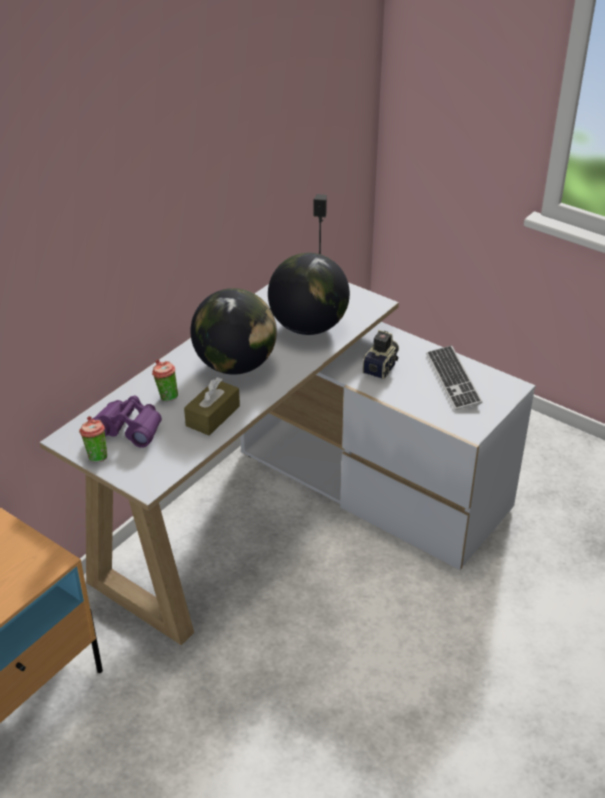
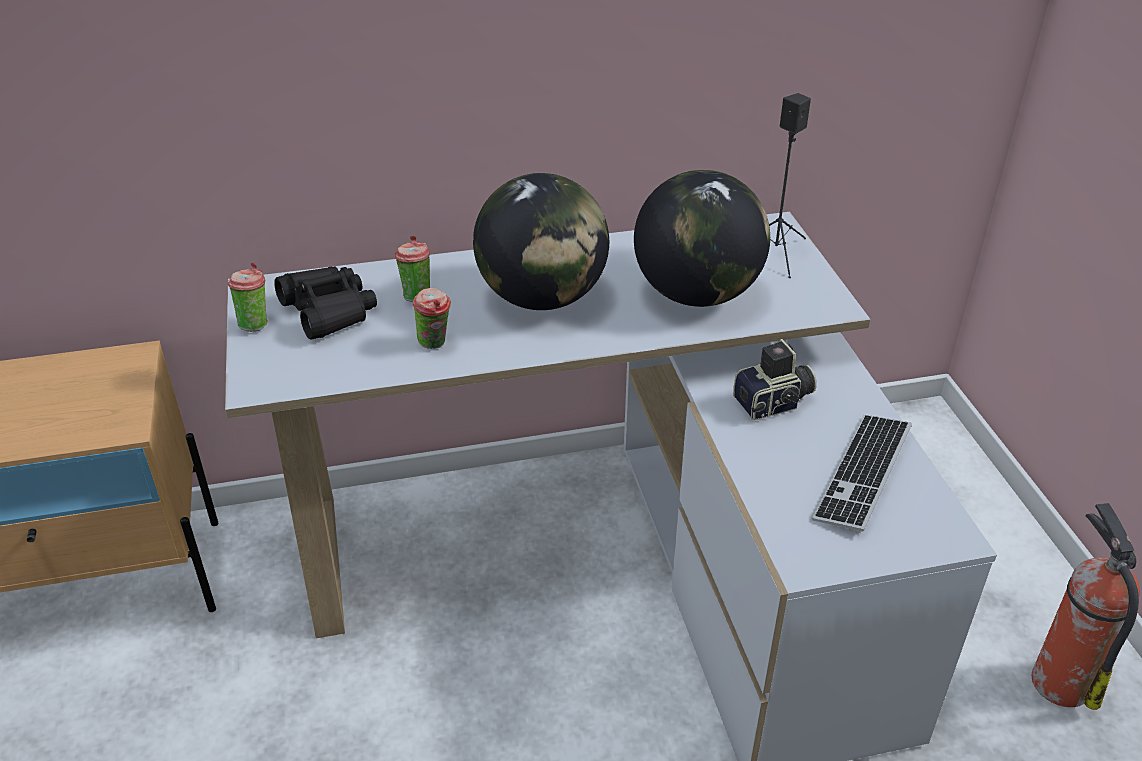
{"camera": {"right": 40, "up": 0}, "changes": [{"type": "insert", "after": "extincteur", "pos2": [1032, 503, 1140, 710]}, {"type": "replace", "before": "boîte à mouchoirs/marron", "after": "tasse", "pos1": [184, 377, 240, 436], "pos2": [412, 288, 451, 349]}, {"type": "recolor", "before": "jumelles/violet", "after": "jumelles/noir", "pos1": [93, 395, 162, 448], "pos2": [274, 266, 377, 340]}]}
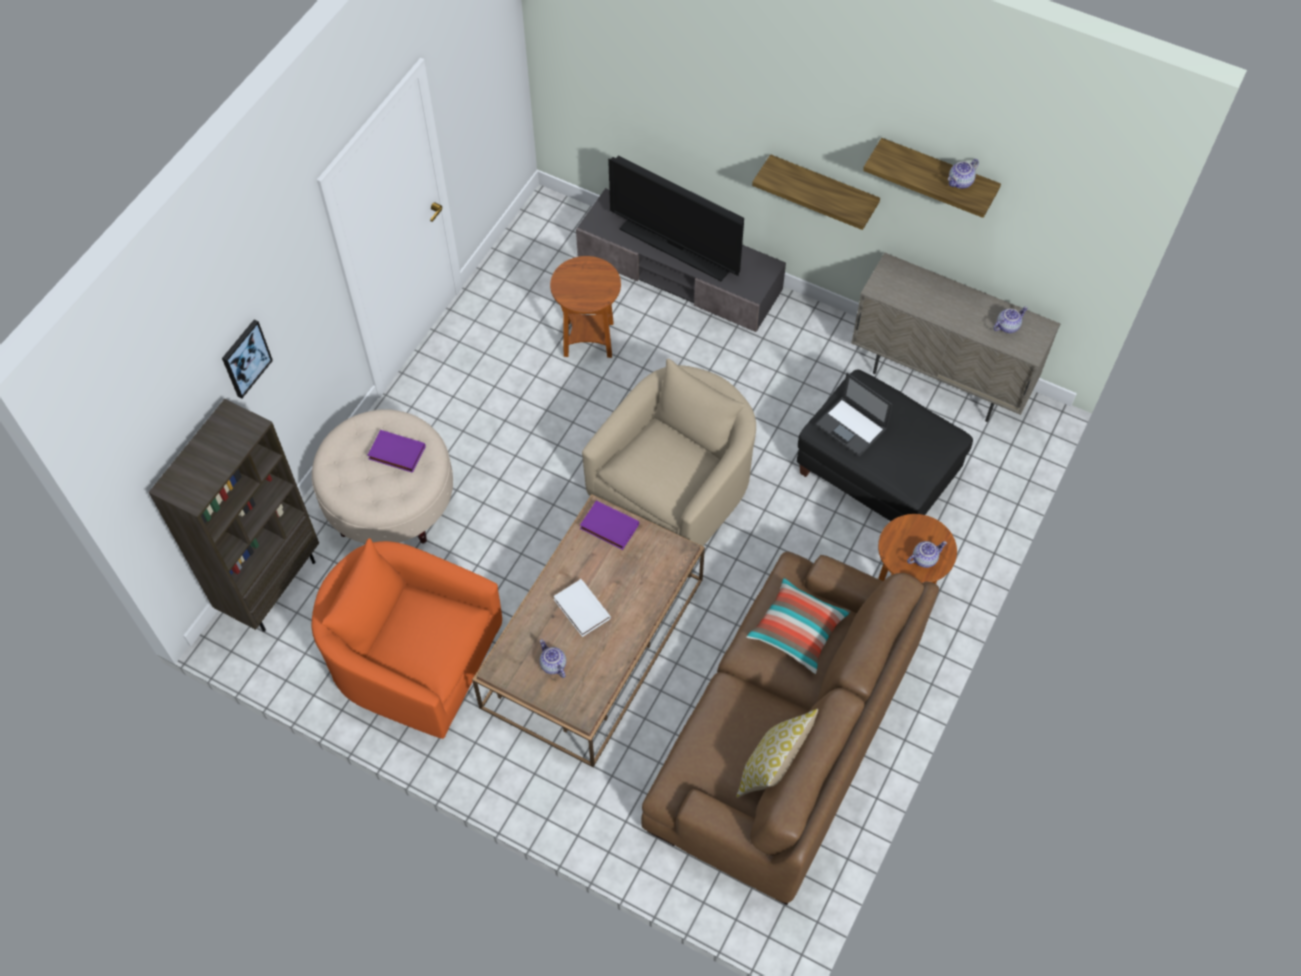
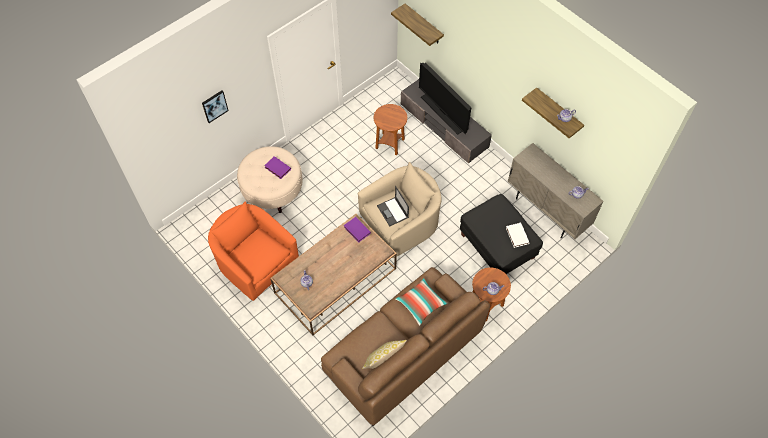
{"camera": {"right": 20, "up": 0}, "changes": [{"type": "delete", "before": "bibliothèque/marron", "pos1": [149, 399, 319, 632]}, {"type": "move", "before": "livre/blanc", "pos1": [554, 579, 611, 637], "pos2": [506, 222, 529, 248]}, {"type": "move", "before": "étagère", "pos1": [752, 154, 880, 230], "pos2": [391, 4, 444, 46]}, {"type": "move", "before": "ordinateur portable", "pos1": [815, 372, 892, 457], "pos2": [377, 186, 409, 227]}]}
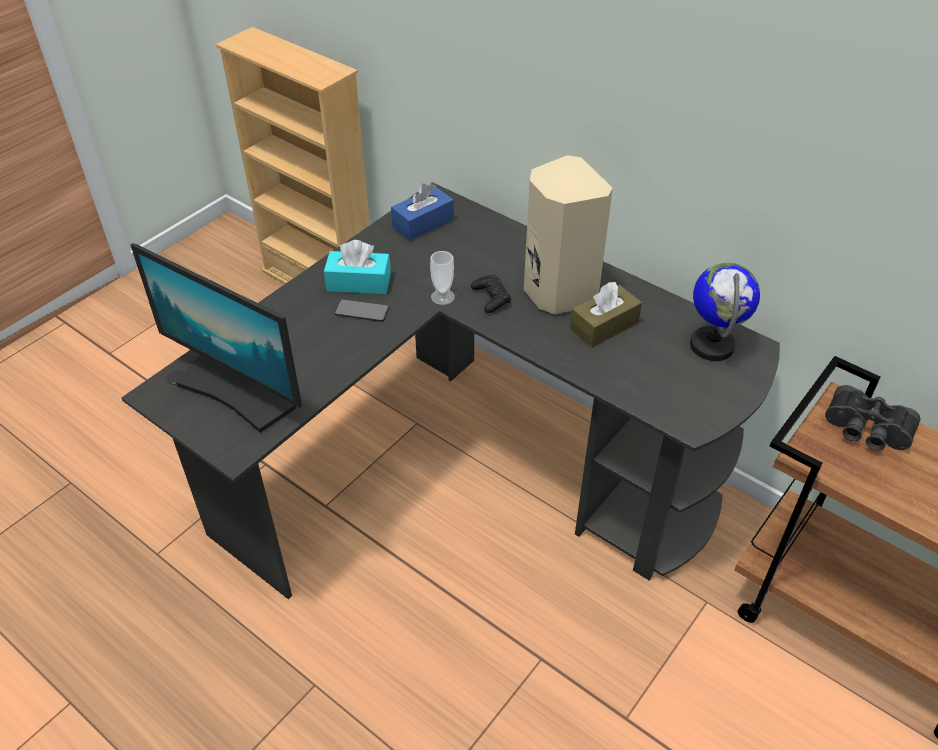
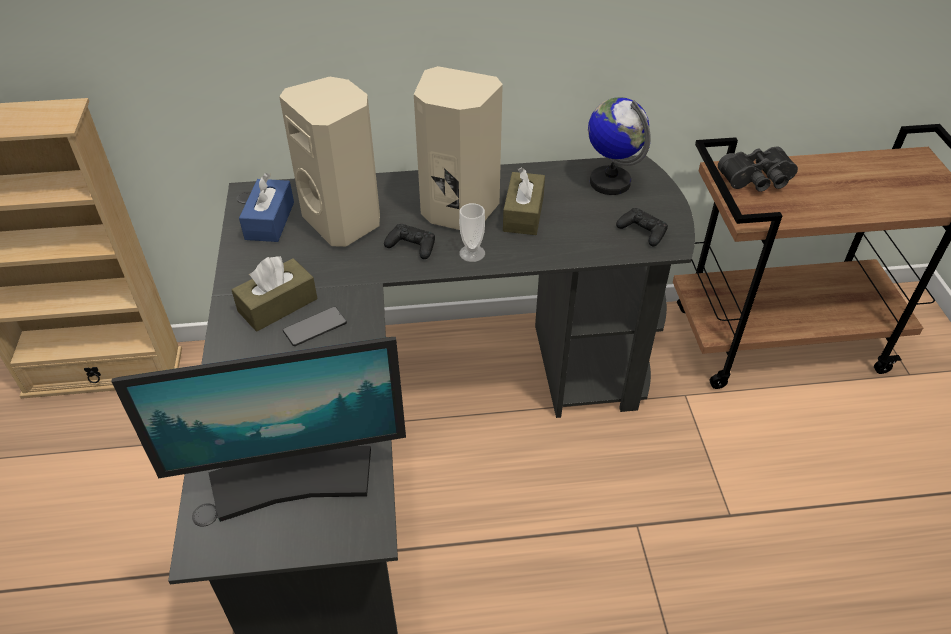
{"camera": {"right": -45, "up": 0}, "changes": [{"type": "insert", "after": "enceinte/beige", "pos2": [279, 77, 380, 247]}, {"type": "insert", "after": "manette/noir", "pos2": [616, 208, 668, 246]}, {"type": "move", "before": "tasse", "pos1": [430, 251, 455, 305], "pos2": [459, 203, 485, 262]}, {"type": "recolor", "before": "boîte à mouchoirs/turquoise", "after": "boîte à mouchoirs/marron", "pos1": [324, 240, 391, 294], "pos2": [232, 256, 317, 331]}]}
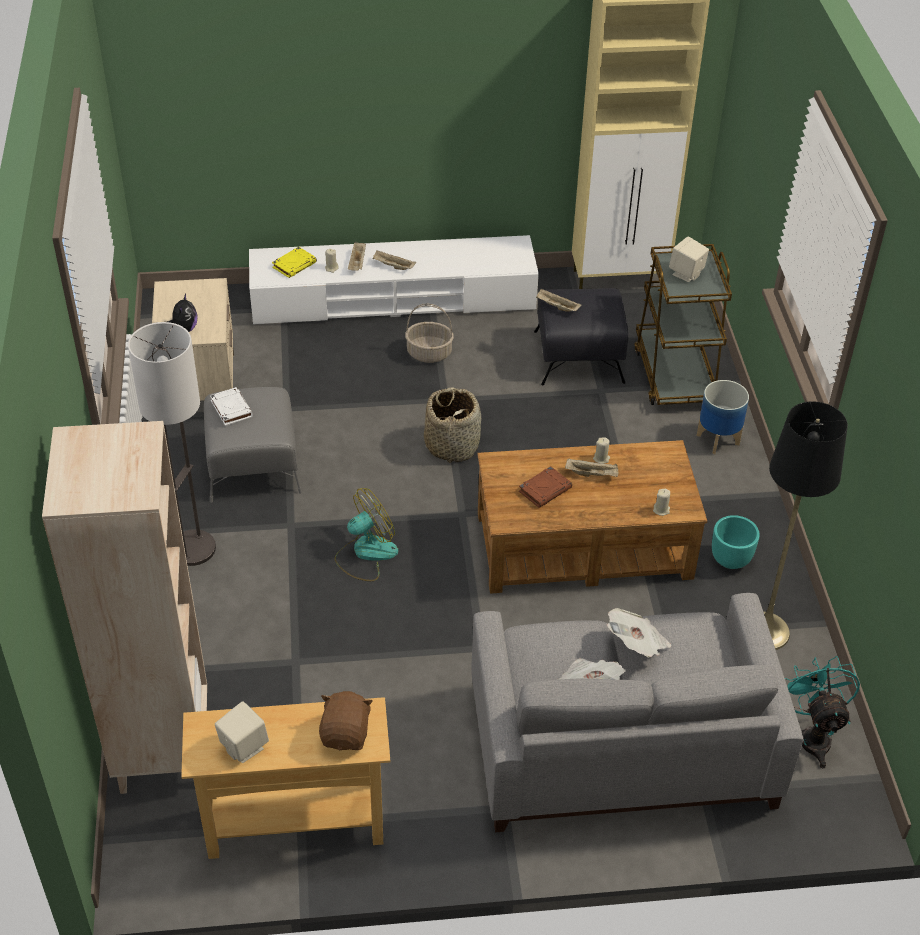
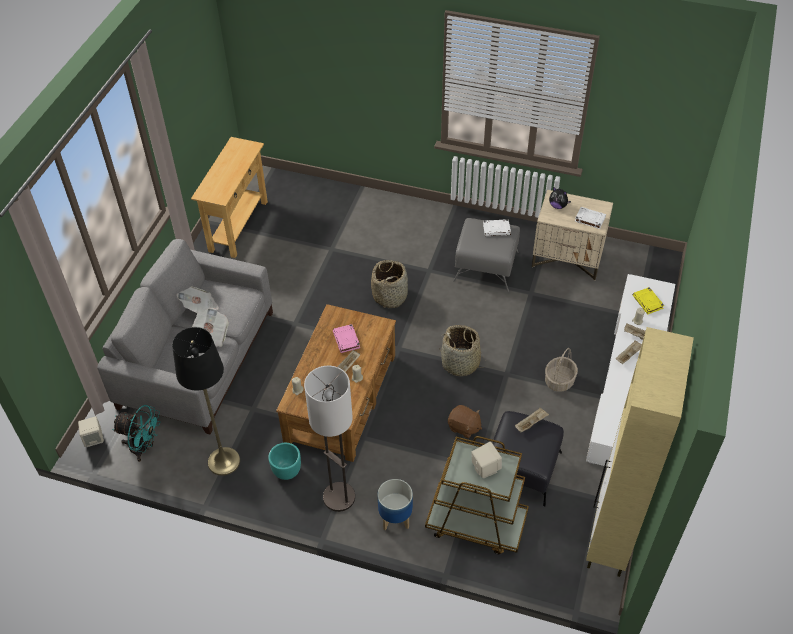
{"camera": {"right": 115, "up": 5}, "changes": [{"type": "delete", "before": "bibliothèque/beige", "pos1": [42, 421, 207, 794]}, {"type": "insert", "after": "livre/blanc", "pos2": [575, 207, 606, 229]}, {"type": "move", "before": "lampadaire", "pos1": [128, 322, 216, 566], "pos2": [304, 366, 355, 512]}, {"type": "move", "before": "enceinte/beige", "pos1": [215, 701, 269, 763], "pos2": [78, 416, 104, 447]}, {"type": "move", "before": "peluche/marron", "pos1": [319, 691, 373, 750], "pos2": [448, 405, 482, 438]}, {"type": "replace", "before": "ventilateur", "after": "panier", "pos1": [335, 488, 398, 581], "pos2": [371, 260, 408, 308]}, {"type": "recolor", "before": "livre/marron", "after": "livre/rose", "pos1": [519, 466, 572, 508], "pos2": [333, 324, 360, 353]}]}
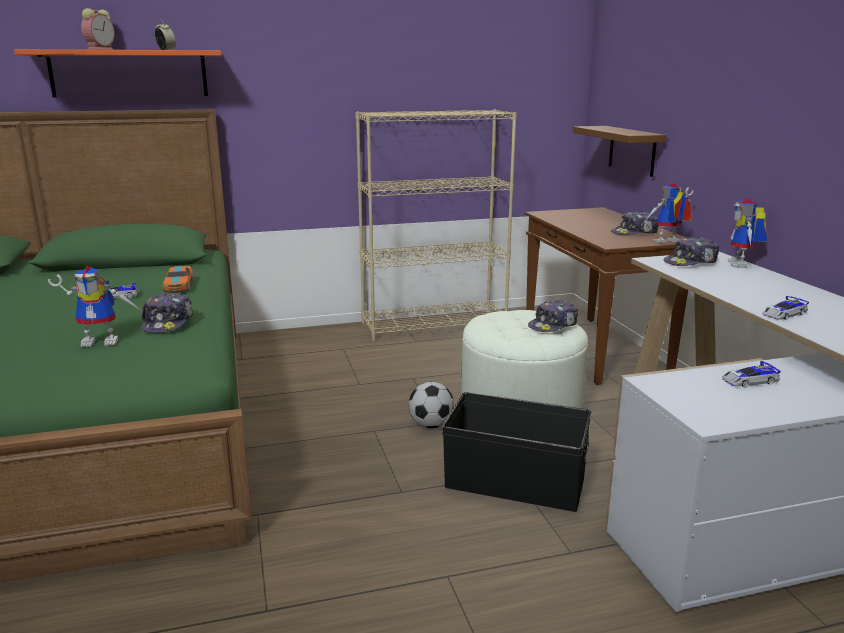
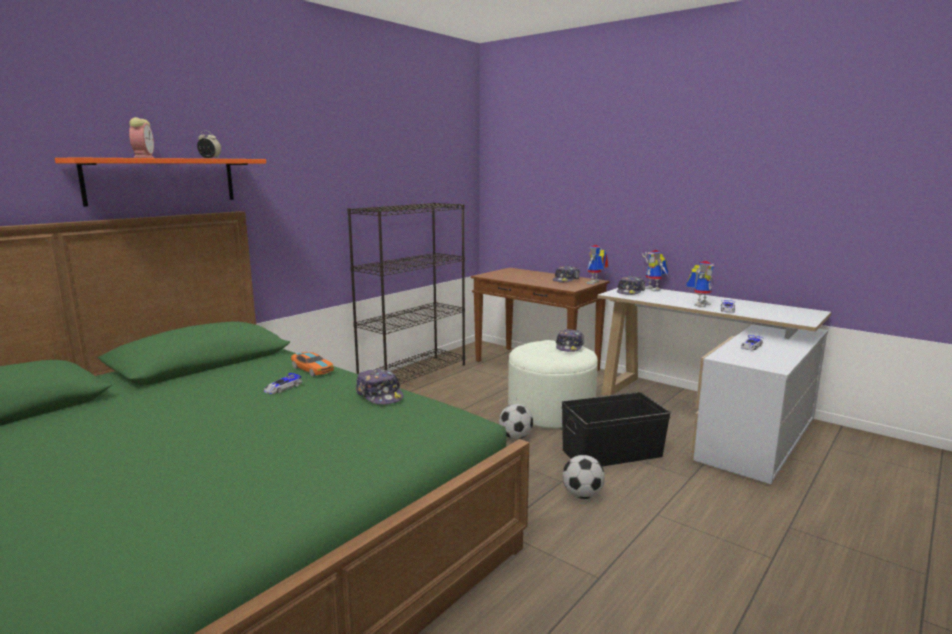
{"camera": {"right": -35, "up": -5}, "changes": [{"type": "delete", "before": "étagère/marron", "pos1": [573, 126, 667, 177]}, {"type": "insert", "after": "ballon de foot", "pos2": [562, 455, 605, 499]}, {"type": "move", "before": "robot jouet", "pos1": [48, 266, 140, 347], "pos2": [686, 261, 714, 307]}, {"type": "recolor", "before": "bibliothèque/beige", "after": "bibliothèque/noir", "pos1": [355, 109, 517, 342], "pos2": [347, 202, 465, 384]}]}
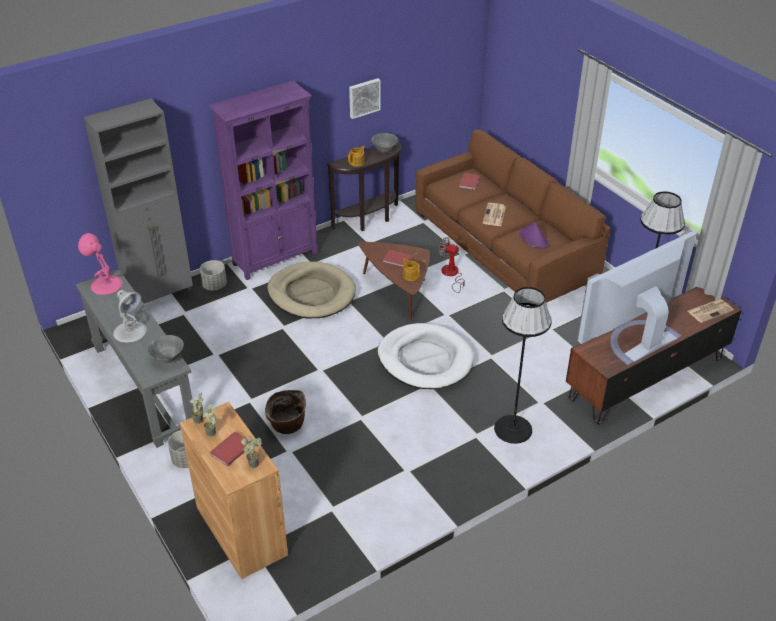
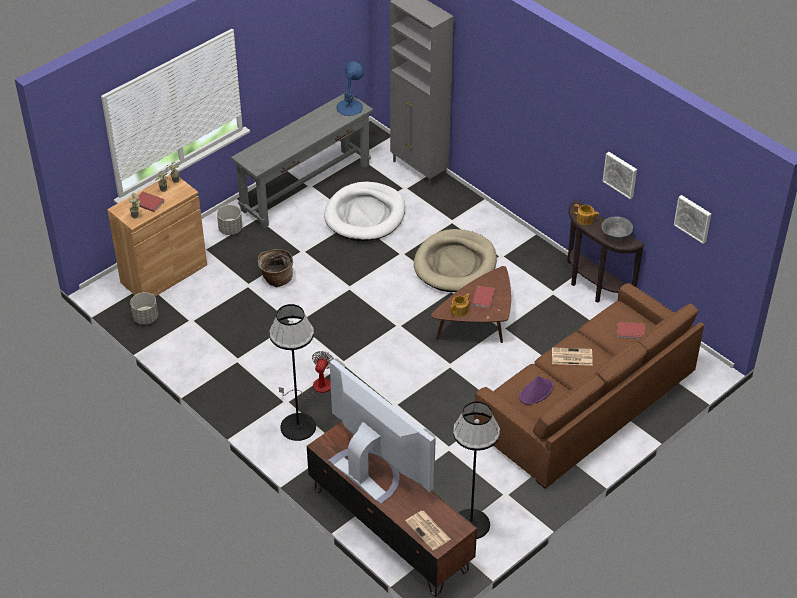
{"camera": {"right": 80, "up": 5}, "changes": [{"type": "delete", "before": "lampe de table/blanc", "pos1": [113, 290, 147, 343]}, {"type": "delete", "before": "bol/gris", "pos1": [147, 335, 184, 363]}, {"type": "delete", "before": "bibliothèque/violet", "pos1": [209, 81, 318, 280]}, {"type": "insert", "after": "tableau", "pos2": [674, 195, 711, 244]}, {"type": "move", "before": "cache-pot/gris", "pos1": [200, 260, 227, 291], "pos2": [130, 292, 158, 325]}, {"type": "move", "before": "panier pour chien/blanc", "pos1": [378, 323, 474, 389], "pos2": [324, 182, 405, 241]}, {"type": "move", "before": "ventilateur", "pos1": [439, 237, 465, 293], "pos2": [279, 351, 334, 399]}, {"type": "recolor", "before": "lampe de table/rose", "after": "lampe de table/bleu", "pos1": [78, 233, 123, 295], "pos2": [336, 61, 363, 116]}]}
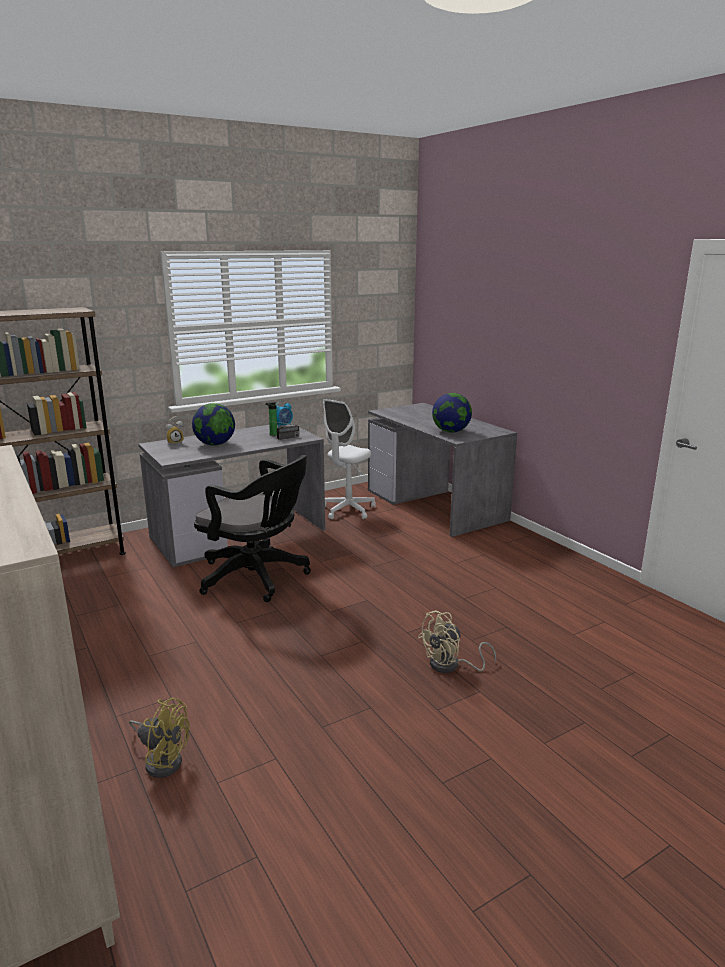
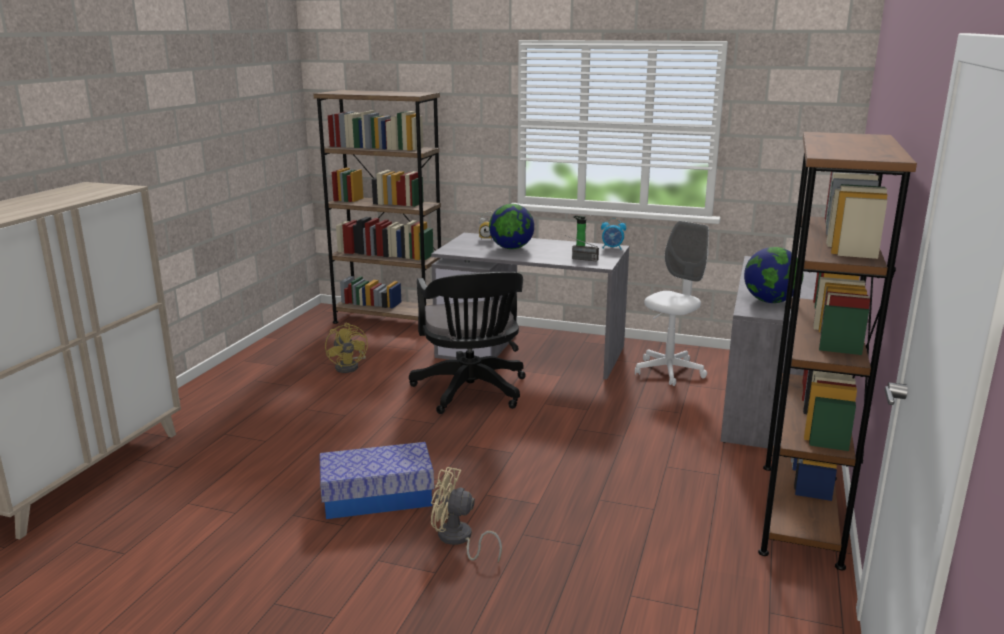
{"camera": {"right": 50, "up": 0}, "changes": [{"type": "insert", "after": "boîte de rangement", "pos2": [319, 442, 434, 519]}, {"type": "insert", "after": "bibliothèque/marron", "pos2": [758, 132, 917, 570]}, {"type": "move", "before": "ventilateur/jaune", "pos1": [129, 698, 190, 778], "pos2": [325, 322, 368, 373]}, {"type": "rotate", "before": "chaise de bureau/blanc", "pos1": [323, 399, 376, 519], "pos2": [635, 221, 709, 386], "turn": 135}]}
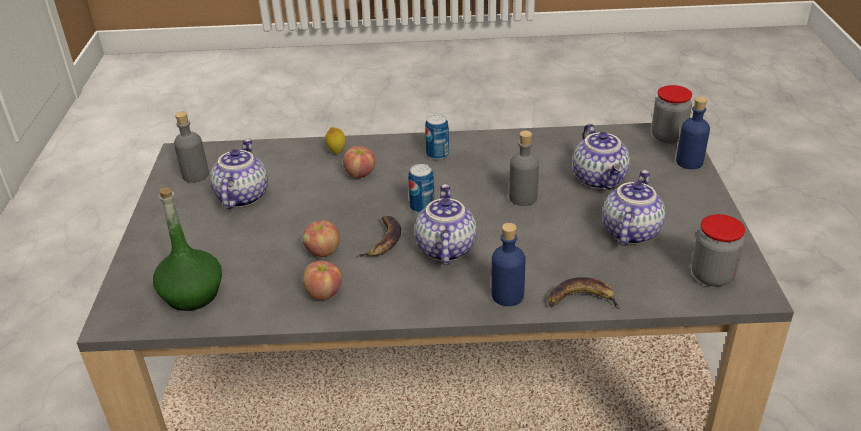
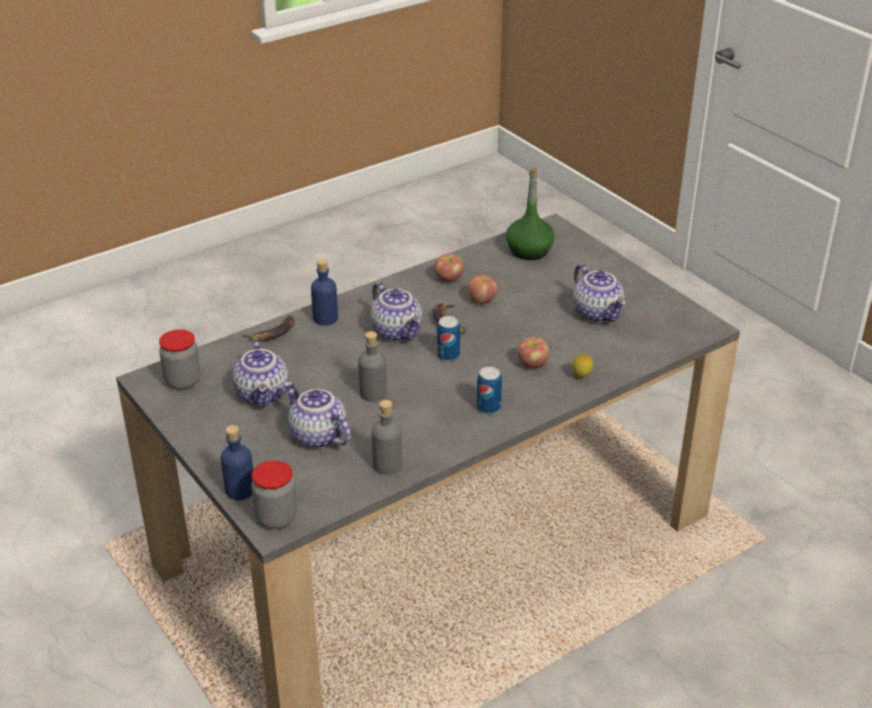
{"camera": {"right": 145, "up": 0}, "changes": [{"type": "move", "before": "bouteille/gris", "pos1": [174, 111, 209, 183], "pos2": [372, 400, 402, 474]}]}
